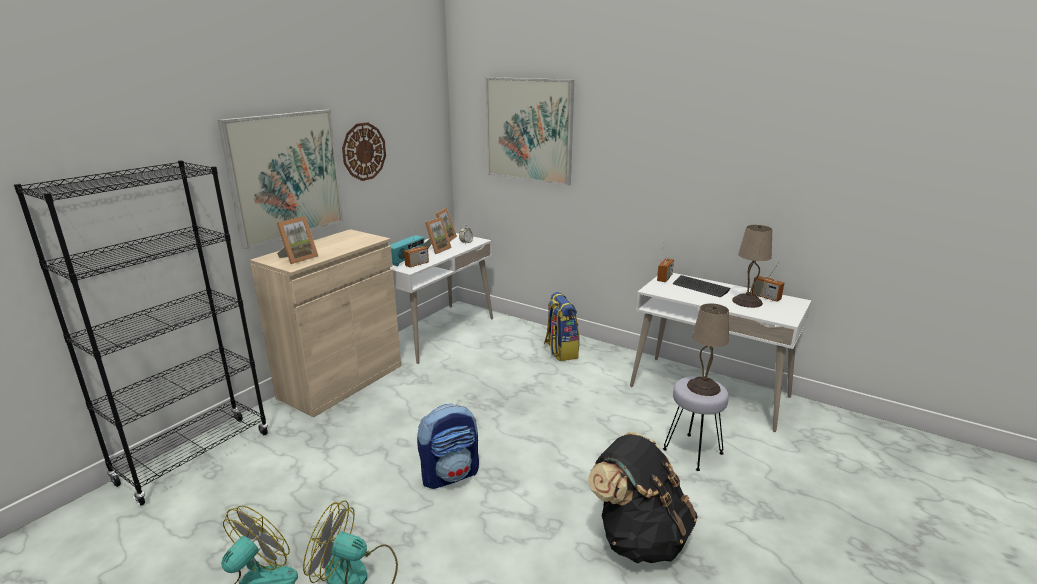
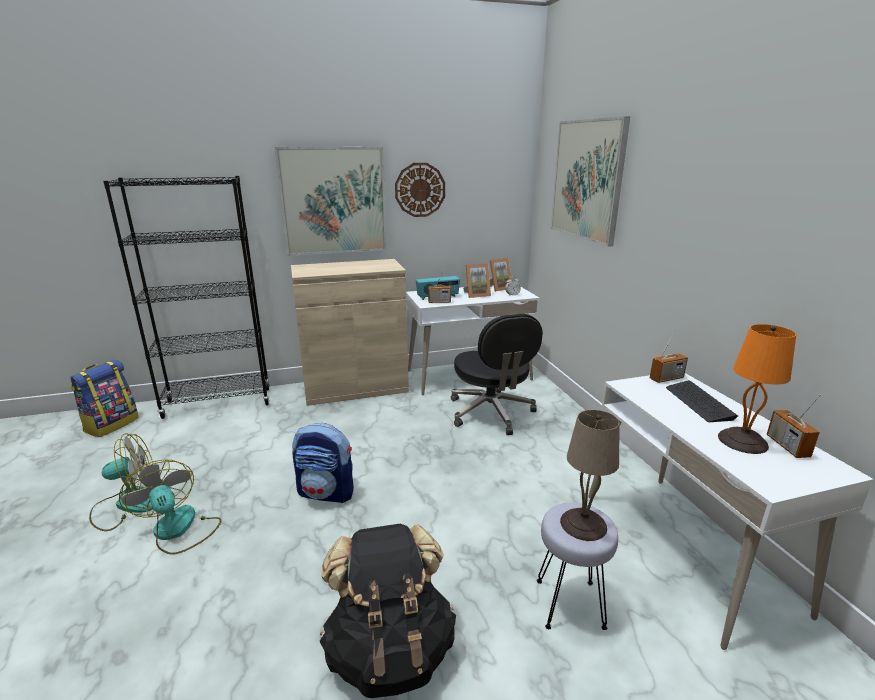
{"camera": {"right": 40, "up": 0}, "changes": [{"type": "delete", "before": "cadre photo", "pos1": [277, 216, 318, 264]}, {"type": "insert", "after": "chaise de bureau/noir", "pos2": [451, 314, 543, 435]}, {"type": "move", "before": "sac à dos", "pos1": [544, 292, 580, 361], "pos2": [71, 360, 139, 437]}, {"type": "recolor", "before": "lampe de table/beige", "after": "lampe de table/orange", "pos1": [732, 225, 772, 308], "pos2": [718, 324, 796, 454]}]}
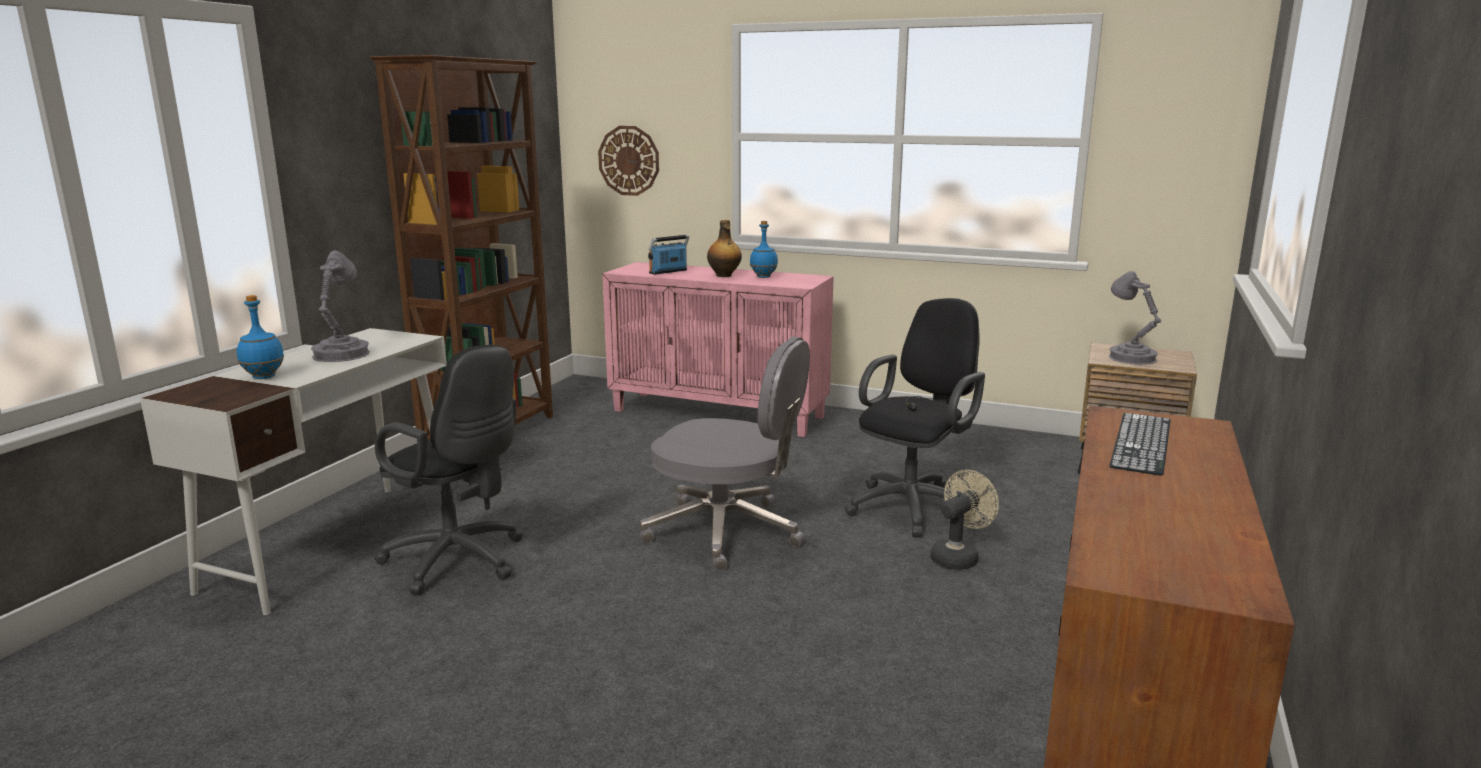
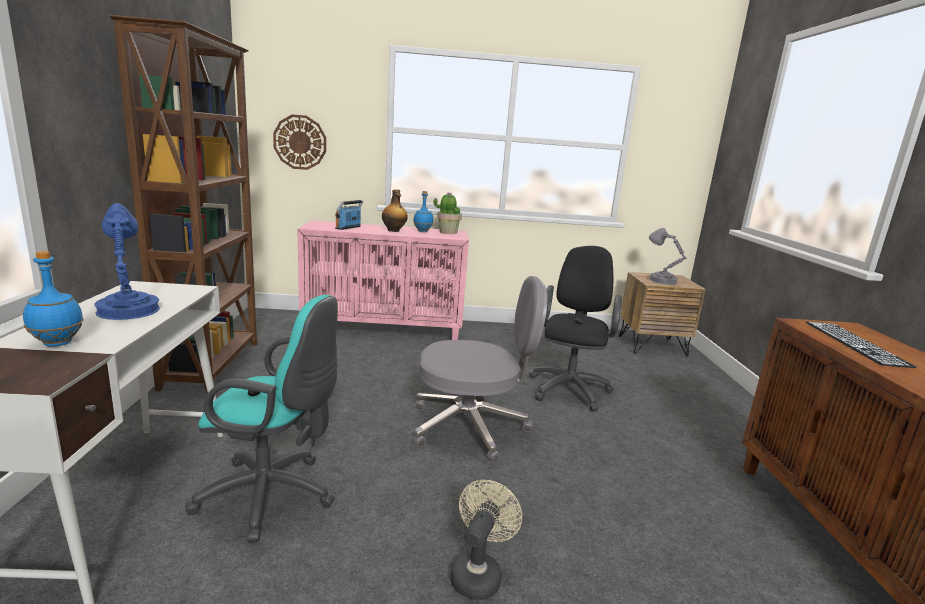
{"camera": {"right": -25, "up": 0}, "changes": [{"type": "insert", "after": "plante en pot", "pos2": [433, 192, 462, 234]}, {"type": "move", "before": "ventilateur/beige", "pos1": [930, 470, 999, 570], "pos2": [450, 480, 522, 600]}, {"type": "recolor", "before": "lampe de table/gris", "after": "lampe de table/bleu", "pos1": [311, 250, 370, 362], "pos2": [94, 203, 160, 320]}, {"type": "recolor", "before": "chaise de bureau/noir", "after": "chaise de bureau/turquoise", "pos1": [374, 345, 523, 595], "pos2": [185, 295, 338, 543]}]}
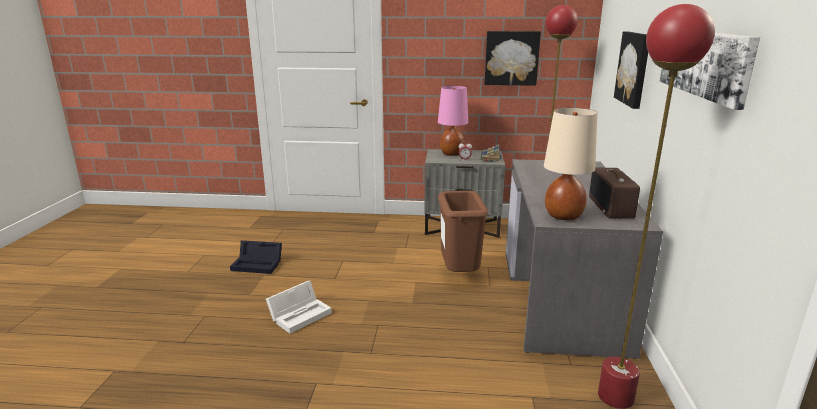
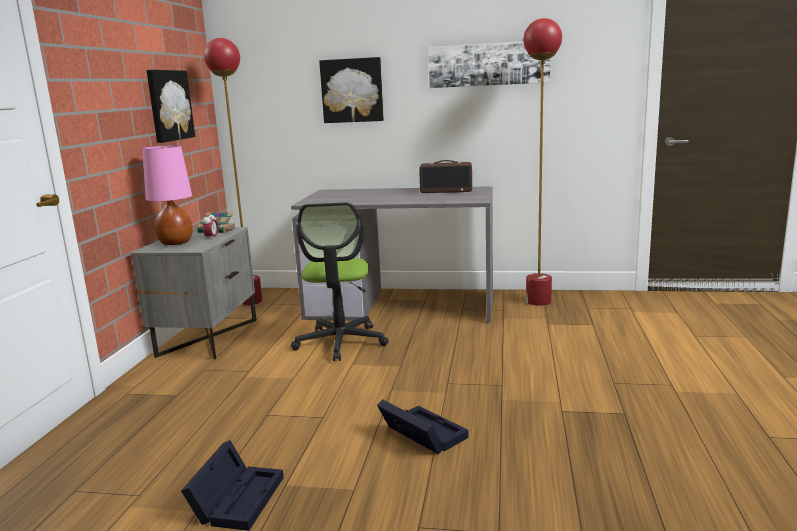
{"camera": {"right": -85, "up": -5}, "changes": [{"type": "delete", "before": "lampe de table/beige", "pos1": [544, 108, 598, 220]}, {"type": "replace", "before": "poubelle/marron", "after": "chaise de bureau", "pos1": [438, 191, 489, 272], "pos2": [291, 202, 389, 361]}, {"type": "recolor", "before": "boîte de rangement/blanc", "after": "boîte de rangement/noir", "pos1": [266, 281, 332, 333], "pos2": [377, 400, 469, 455]}]}
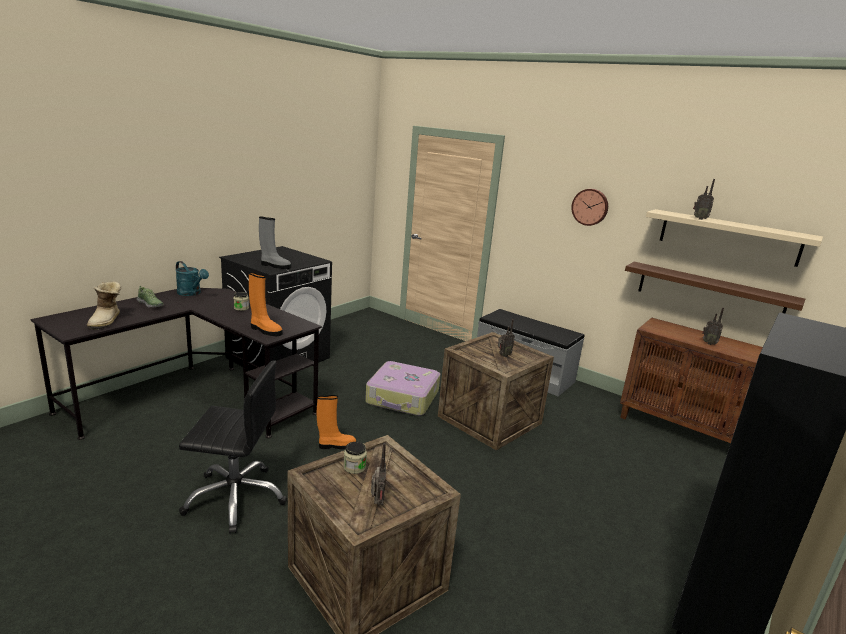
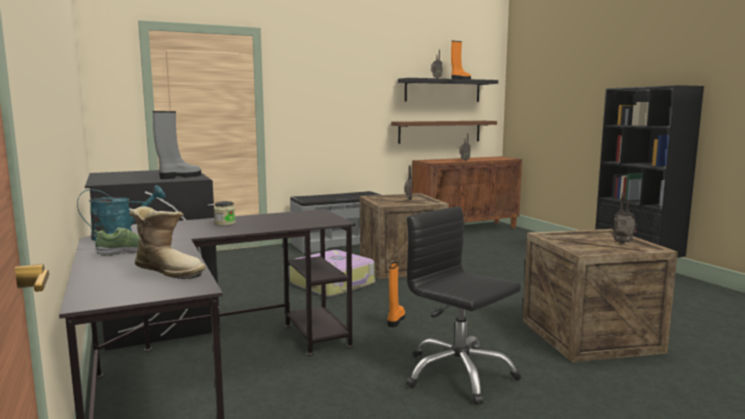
{"camera": {"right": -60, "up": -10}, "changes": [{"type": "delete", "before": "bocal", "pos1": [343, 442, 367, 474]}, {"type": "delete", "before": "horloge murale", "pos1": [571, 189, 608, 226]}, {"type": "move", "before": "botte/orange", "pos1": [249, 272, 283, 336], "pos2": [451, 41, 471, 79]}, {"type": "recolor", "before": "étagère/beige", "after": "étagère/noir", "pos1": [646, 209, 823, 267], "pos2": [398, 78, 498, 102]}, {"type": "rotate", "before": "chaise de bureau/noir", "pos1": [179, 360, 287, 534], "pos2": [406, 206, 521, 404], "turn": -75}]}
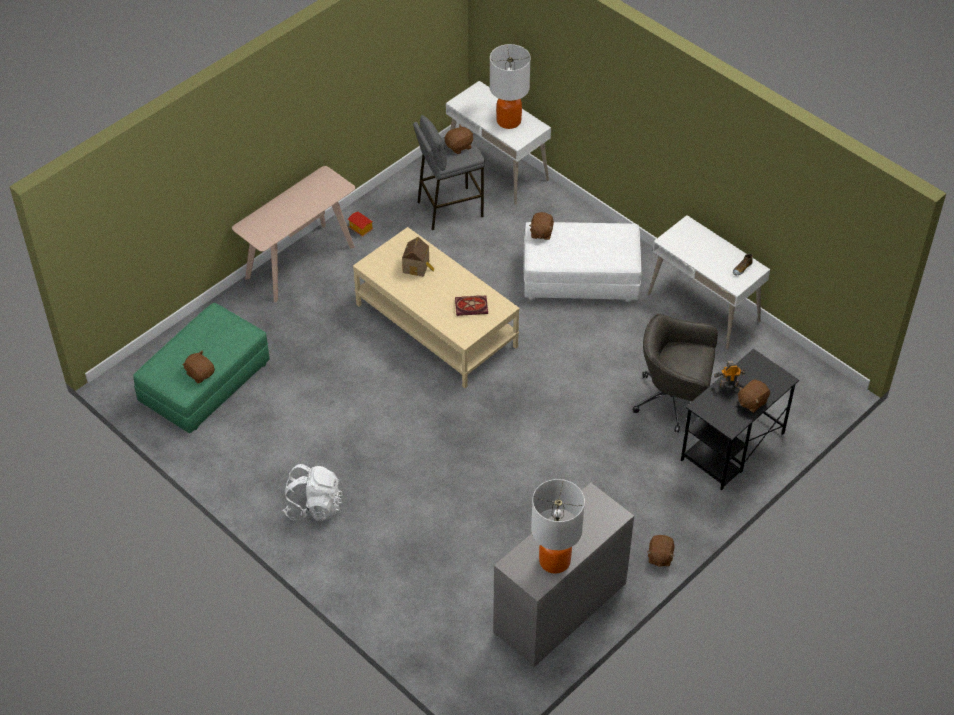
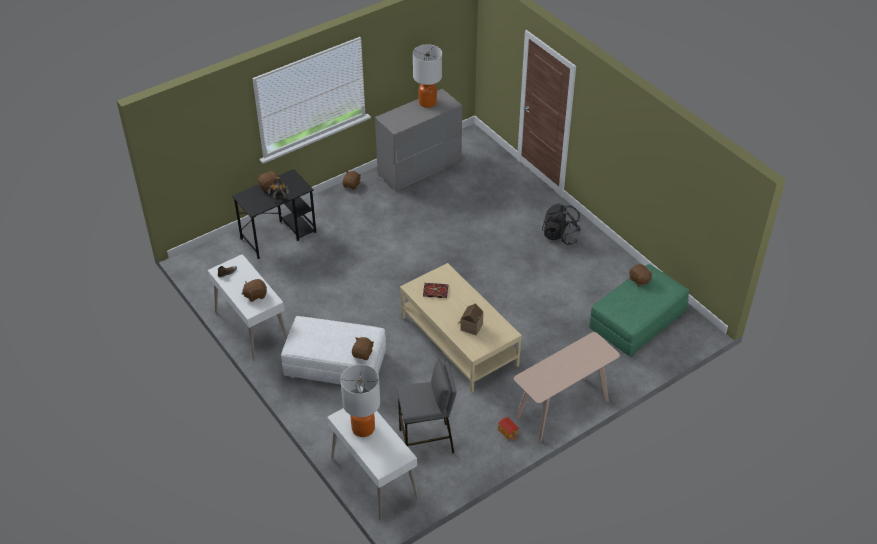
{"camera": {"right": -170, "up": -5}, "changes": [{"type": "delete", "before": "chaise de bureau/gris", "pos1": [633, 314, 718, 433]}, {"type": "move", "before": "peluche/marron", "pos1": [445, 125, 473, 154], "pos2": [242, 279, 267, 302]}, {"type": "recolor", "before": "sac à dos/blanc", "after": "sac à dos/noir", "pos1": [283, 464, 343, 521], "pos2": [542, 204, 581, 245]}]}
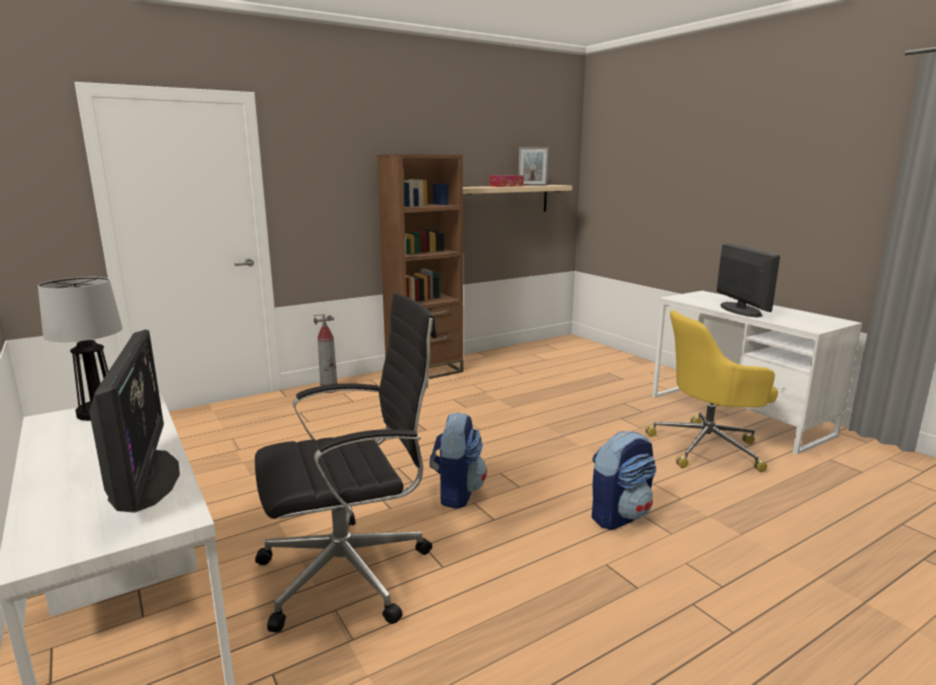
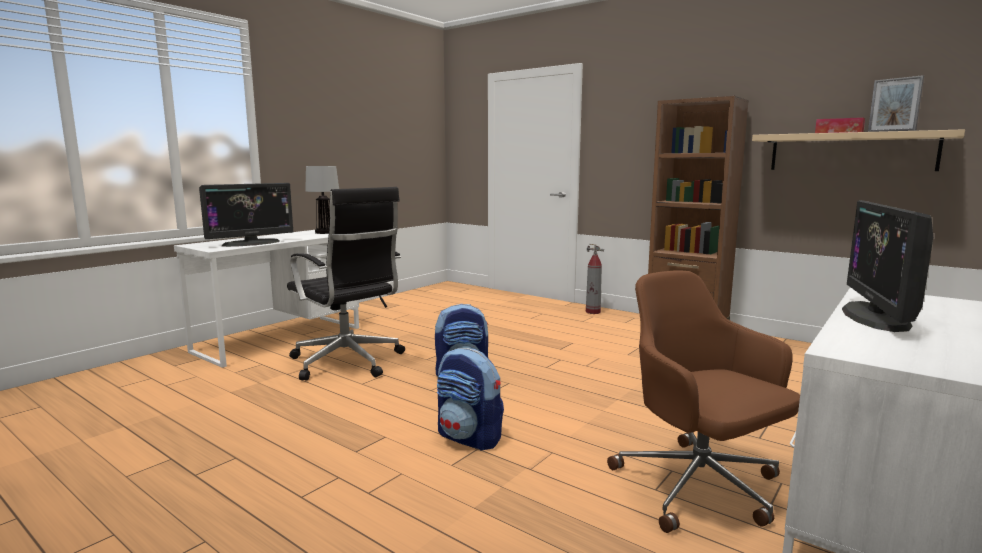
{"camera": {"right": 70, "up": -5}, "changes": [{"type": "recolor", "before": "chaise de bureau/jaune", "after": "chaise de bureau/marron", "pos1": [645, 310, 778, 472], "pos2": [607, 270, 800, 533]}, {"type": "rotate", "before": "écran d'ordinateur", "pos1": [717, 243, 780, 317], "pos2": [842, 200, 933, 332], "turn": 135}]}
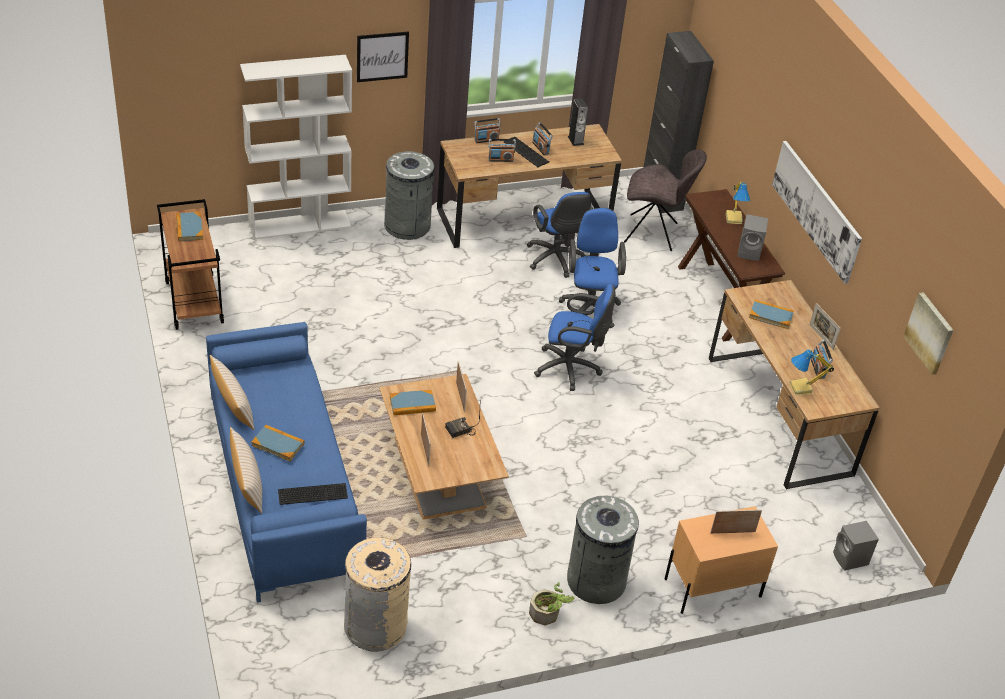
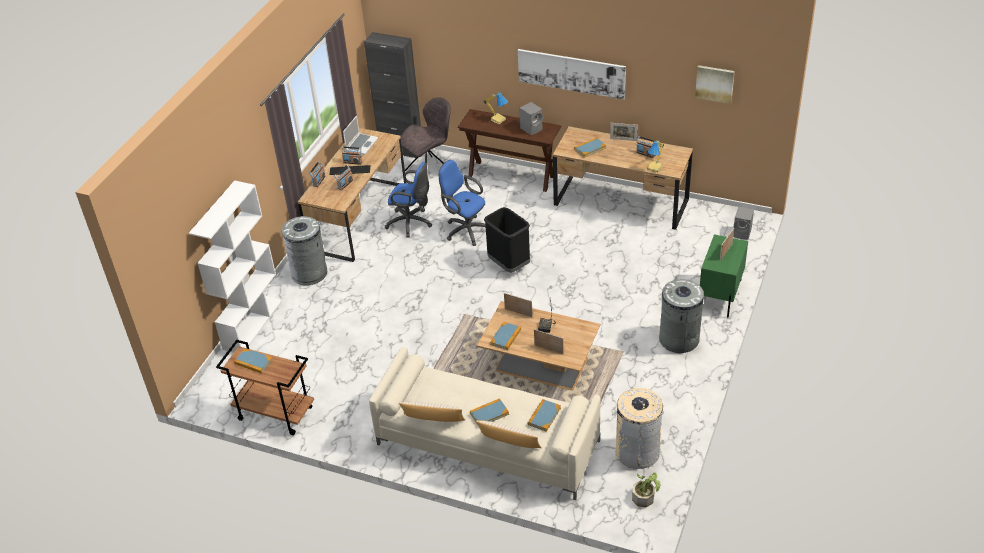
{"camera": {"right": -45, "up": 0}, "changes": [{"type": "delete", "before": "tableau", "pos1": [357, 31, 409, 82]}, {"type": "move", "before": "plante en pot", "pos1": [529, 582, 575, 625], "pos2": [632, 472, 661, 507]}, {"type": "replace", "before": "clavier", "after": "livre", "pos1": [278, 483, 348, 505], "pos2": [528, 399, 561, 432]}, {"type": "replace", "before": "chaise de bureau/bleu", "after": "poubelle/noir", "pos1": [534, 284, 616, 391], "pos2": [484, 207, 530, 273]}, {"type": "replace", "before": "enceinte", "after": "ordinateur portable", "pos1": [568, 99, 588, 146], "pos2": [343, 116, 378, 154]}, {"type": "recolor", "before": "canapé/bleu", "after": "canapé/beige", "pos1": [206, 322, 367, 603], "pos2": [369, 347, 600, 500]}, {"type": "recolor", "before": "table de chevet/beige", "after": "table de chevet/vert", "pos1": [664, 506, 778, 614], "pos2": [700, 234, 748, 317]}]}
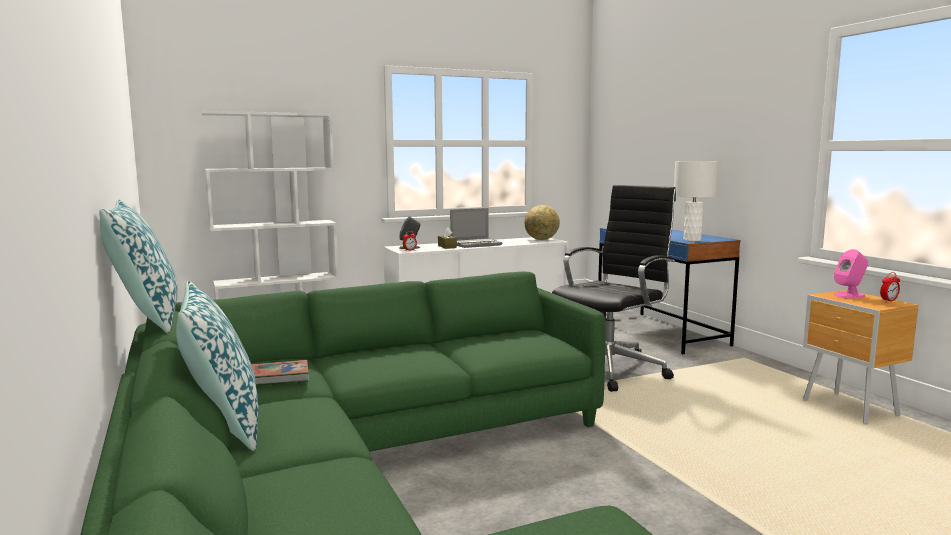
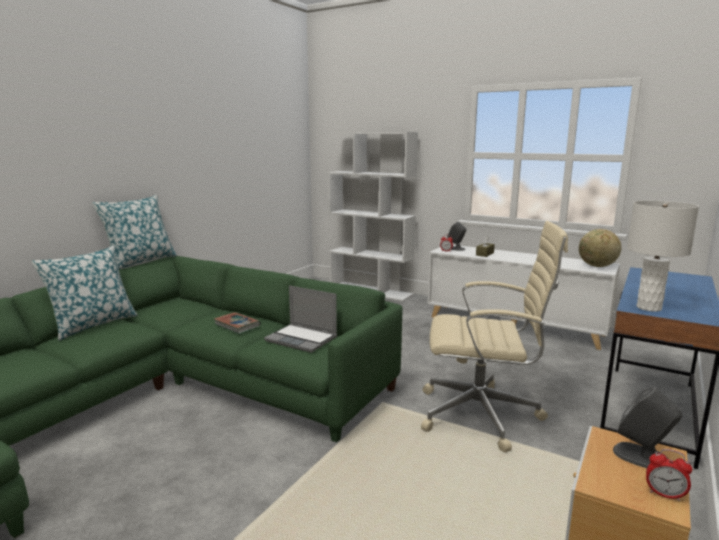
{"camera": {"right": 55, "up": 5}, "changes": [{"type": "move", "before": "livre", "pos1": [251, 360, 309, 386], "pos2": [214, 312, 261, 334]}, {"type": "move", "before": "ordinateur portable", "pos1": [450, 208, 502, 248], "pos2": [264, 285, 337, 353]}, {"type": "recolor", "before": "chaise de bureau/noir", "after": "chaise de bureau/beige", "pos1": [552, 185, 676, 392], "pos2": [421, 221, 568, 452]}, {"type": "recolor", "before": "enceinte/rose", "after": "enceinte/gris", "pos1": [833, 249, 868, 298], "pos2": [613, 386, 682, 468]}]}
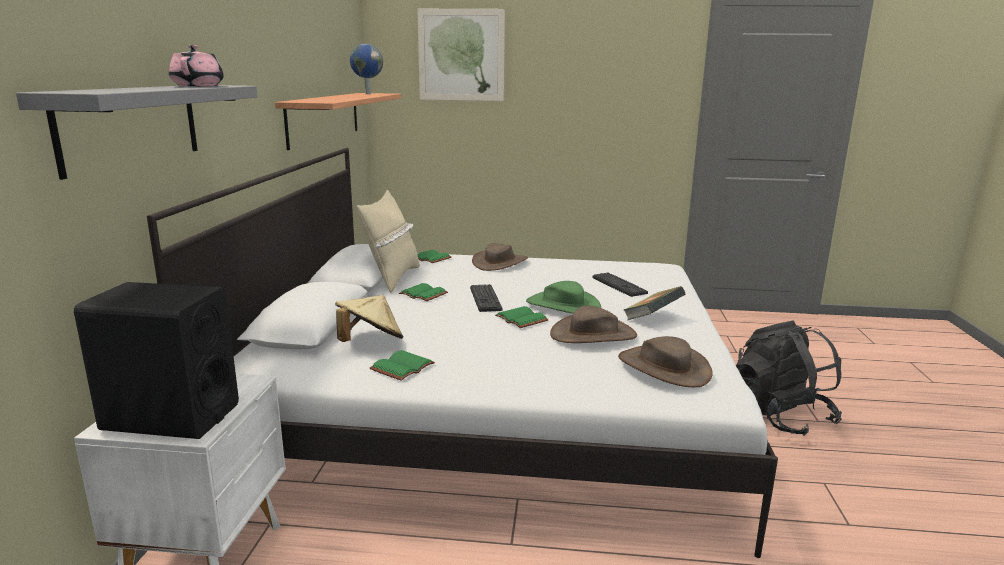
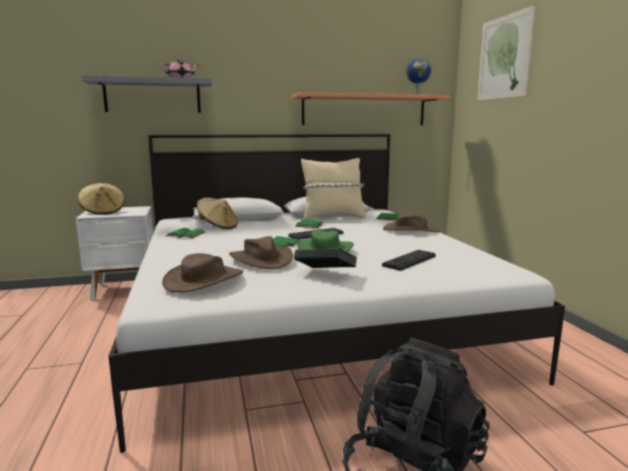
{"camera": {"right": 70, "up": -5}, "changes": [{"type": "replace", "before": "enceinte/noir", "after": "chapeau/beige", "pos1": [74, 282, 239, 439], "pos2": [77, 183, 125, 215]}]}
